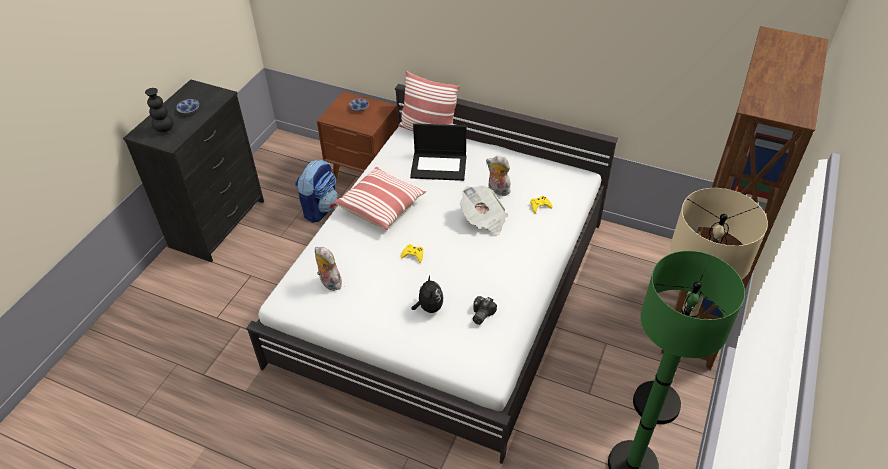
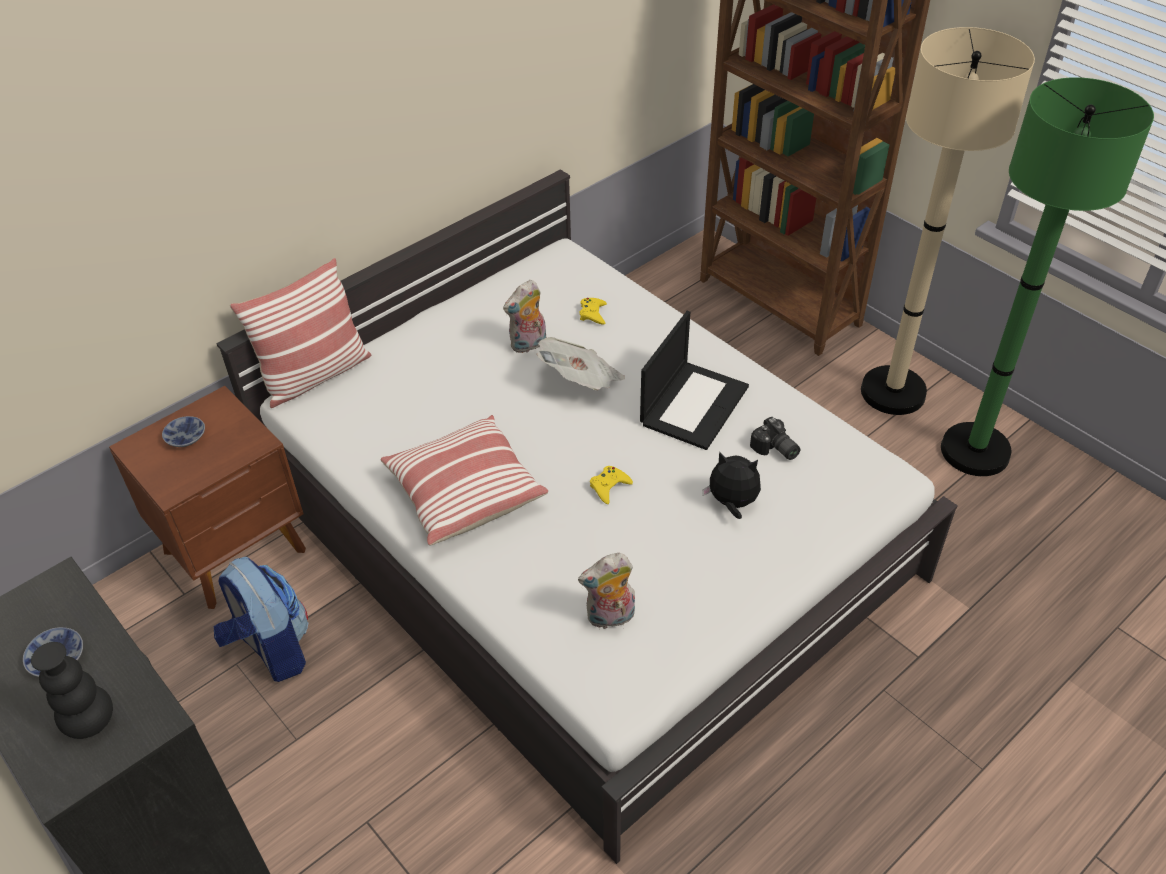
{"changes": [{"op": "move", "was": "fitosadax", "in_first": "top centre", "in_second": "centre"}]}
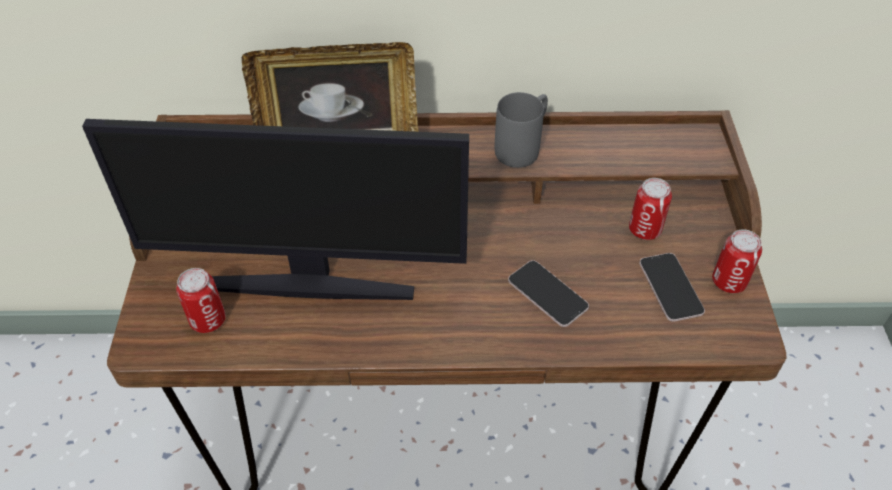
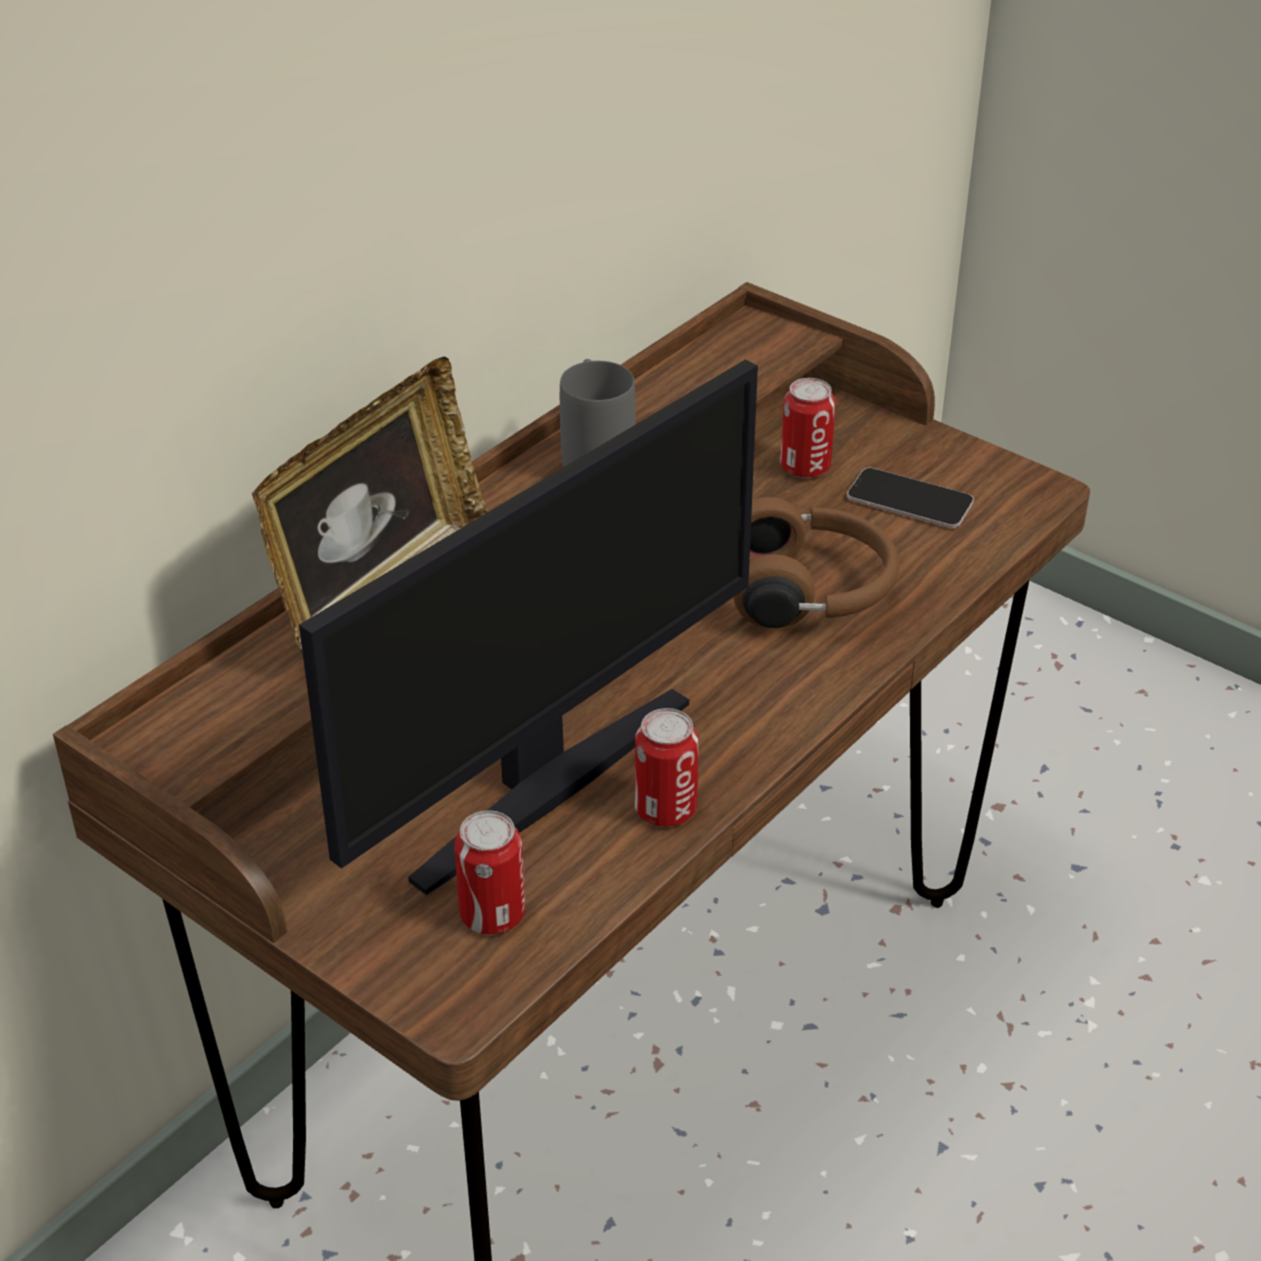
{"changes": [{"op": "replace", "was": "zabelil (1st from left)", "now": "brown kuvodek", "in_first": "centre", "in_second": "centre"}, {"op": "move", "was": "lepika (3rd from left in the first image)", "now": "lepika (2nd from left)", "in_first": "middle right", "in_second": "centre"}]}
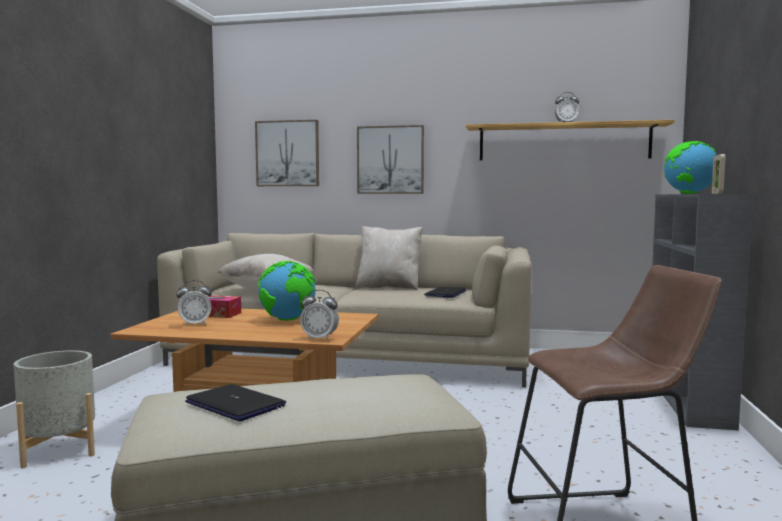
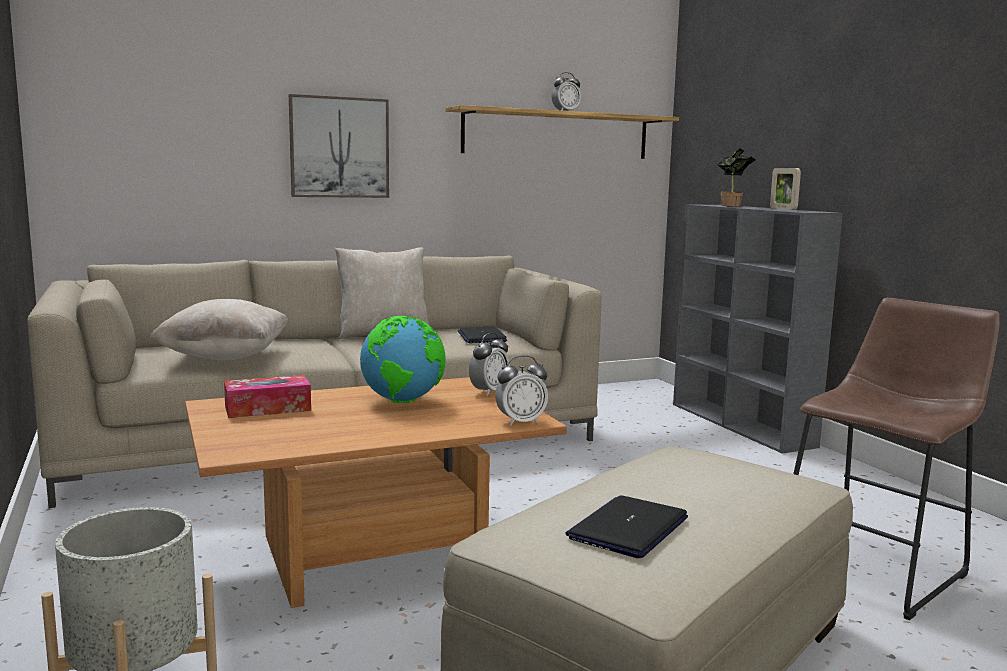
{"changes": [{"op": "move", "was": "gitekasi (1st from left)", "in_first": "middle left", "in_second": "centre"}, {"op": "rotate", "was": "fitosadax (1st from left in the first image)", "in_first": "bottom left", "in_second": "bottom centre", "clockwise": -60}, {"op": "delete", "was": "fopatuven (1st from left)", "in_first": "top centre"}, {"op": "replace", "was": "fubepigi (2nd from left)", "now": "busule", "in_first": "top right", "in_second": "top right"}]}
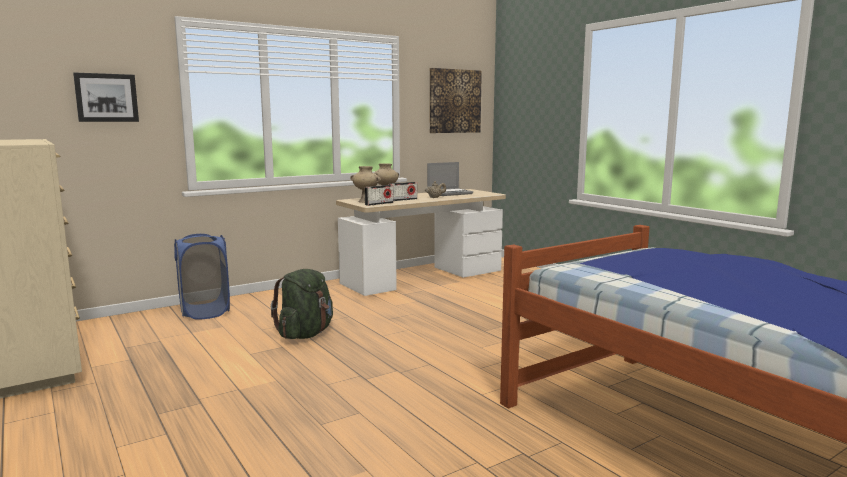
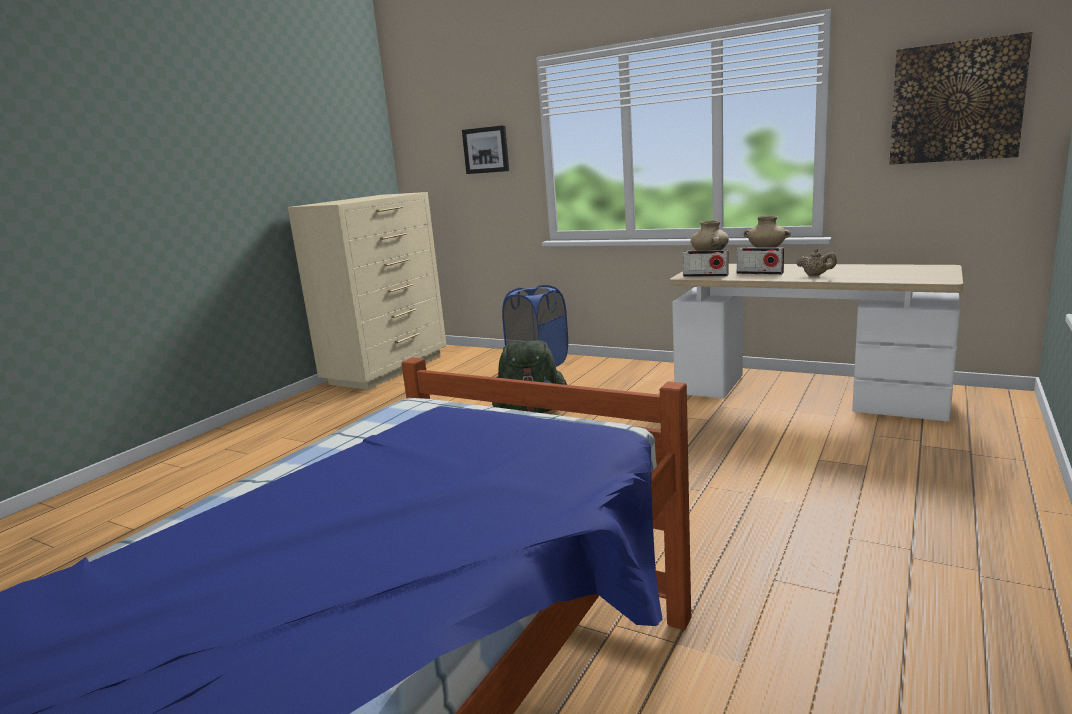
{"changes": [{"op": "delete", "was": "fitosadax", "in_first": "centre"}]}
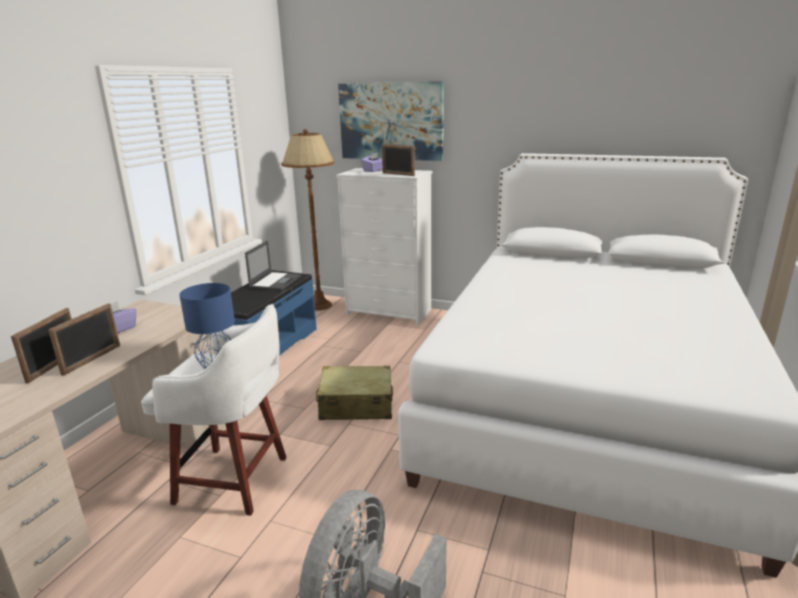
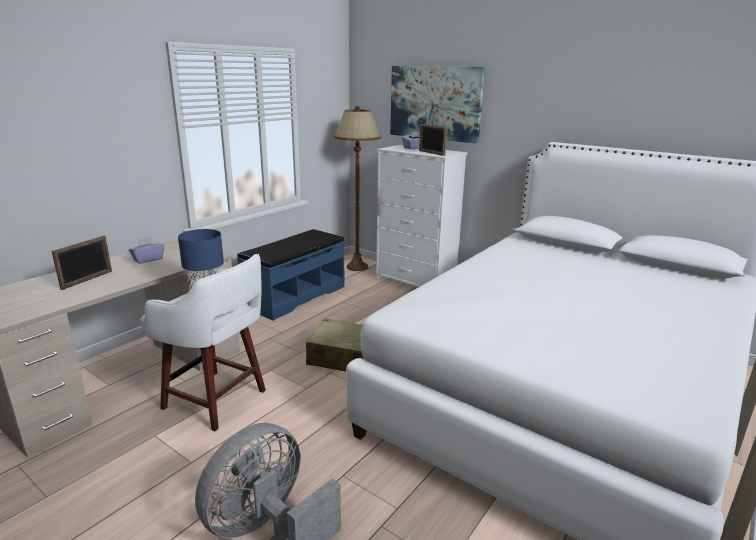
{"changes": [{"op": "delete", "was": "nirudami (2nd from left)", "in_first": "middle left"}, {"op": "delete", "was": "fitosadax", "in_first": "centre"}]}
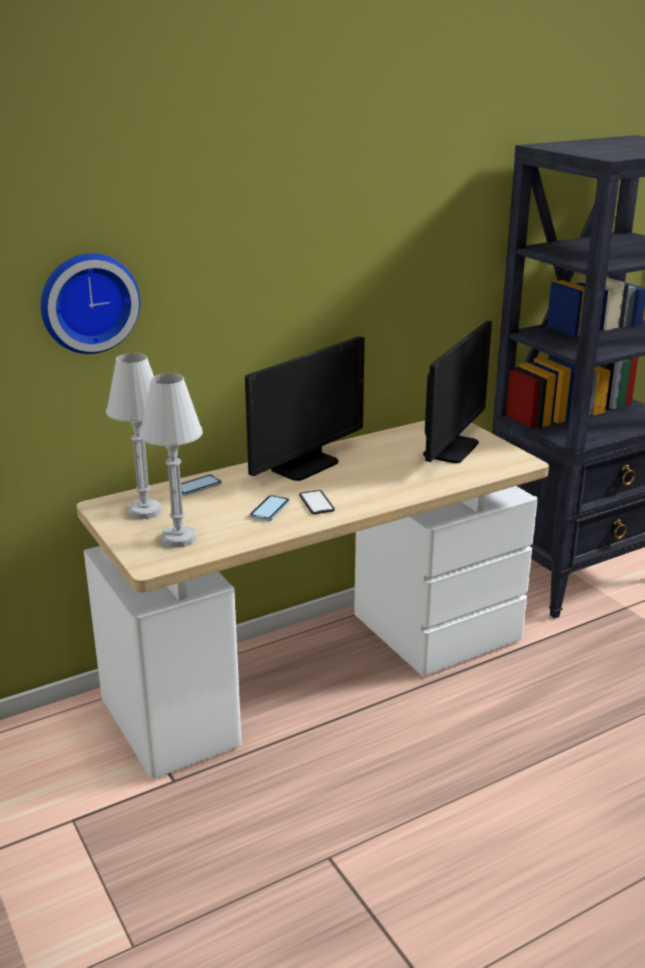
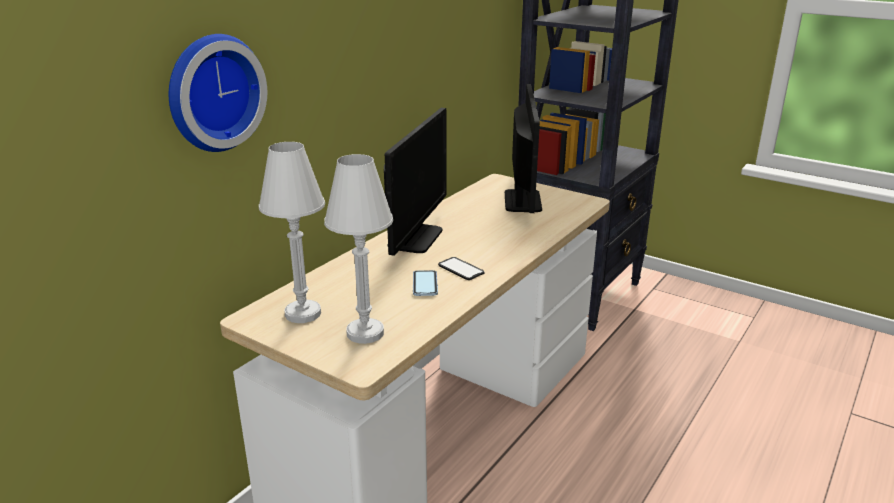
{"changes": [{"op": "delete", "was": "zabelil (1st from left)", "in_first": "middle left"}]}
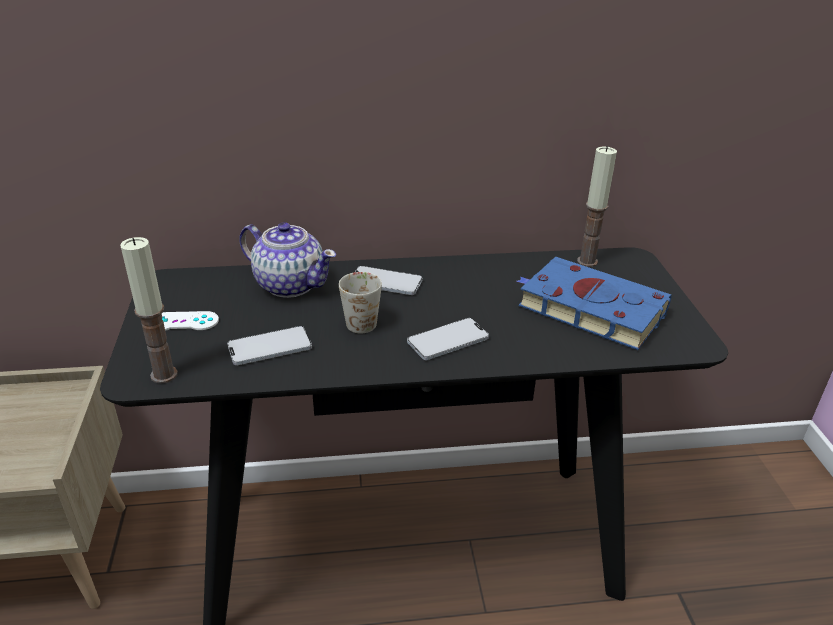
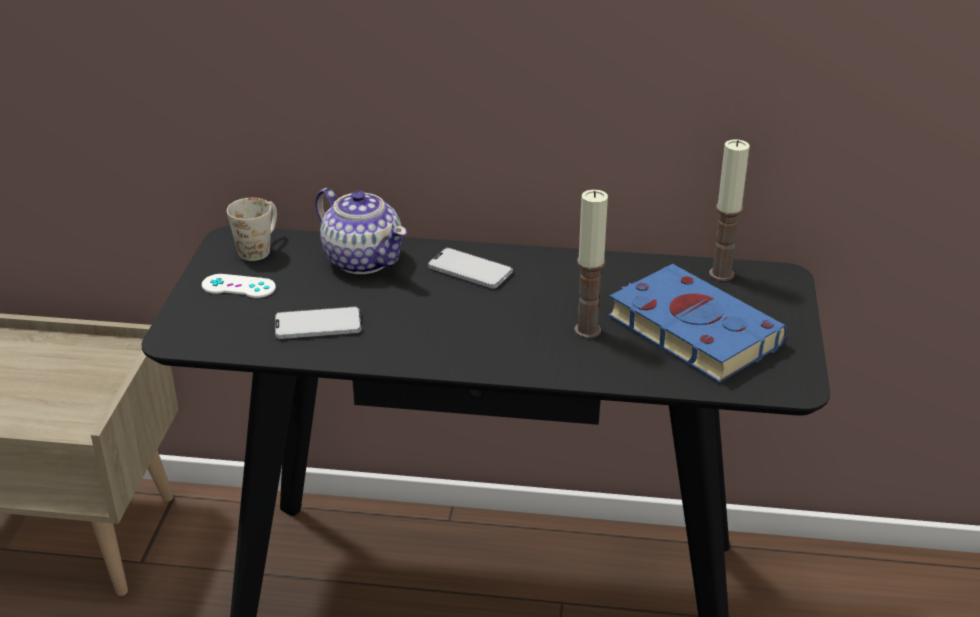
{"changes": [{"op": "move", "was": "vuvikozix (1st from left)", "in_first": "middle left", "in_second": "centre"}, {"op": "move", "was": "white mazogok", "in_first": "centre", "in_second": "middle left"}, {"op": "delete", "was": "zabelil (3rd from left)", "in_first": "centre"}]}
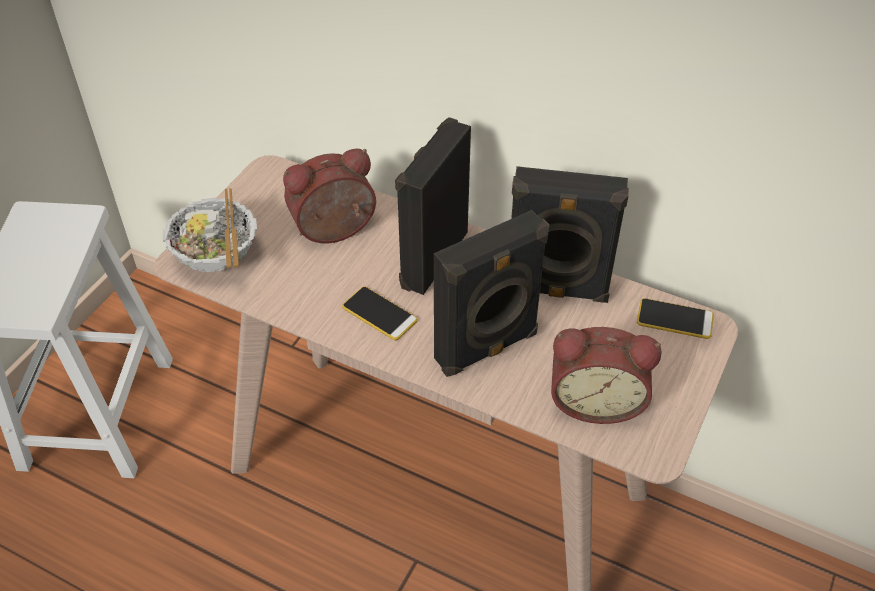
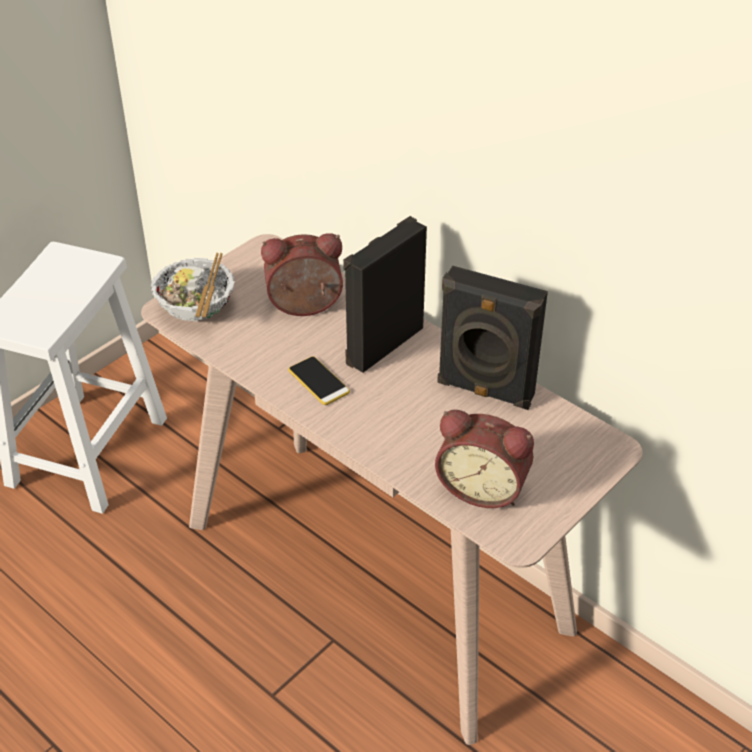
{"changes": [{"op": "delete", "was": "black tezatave (2nd from left)", "in_first": "centre"}, {"op": "delete", "was": "zabelil (2nd from left)", "in_first": "middle right"}]}
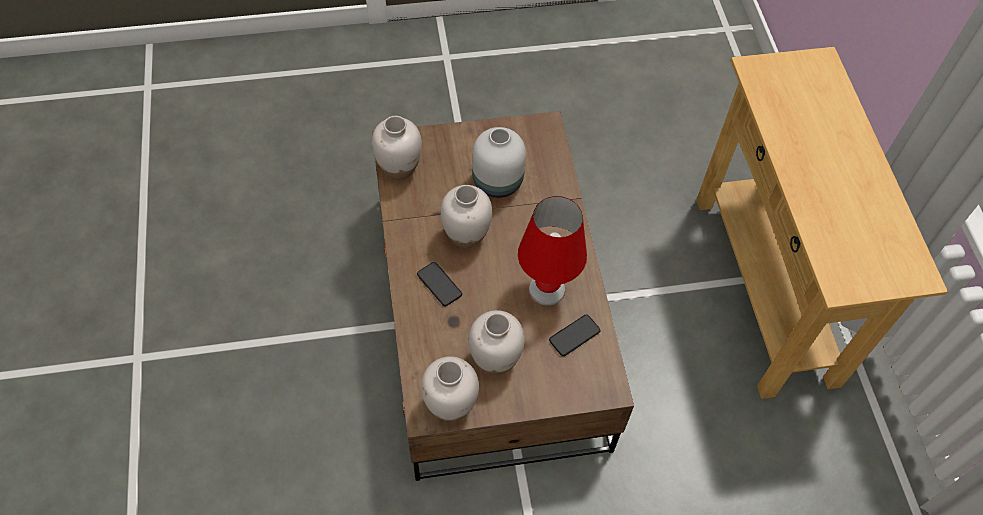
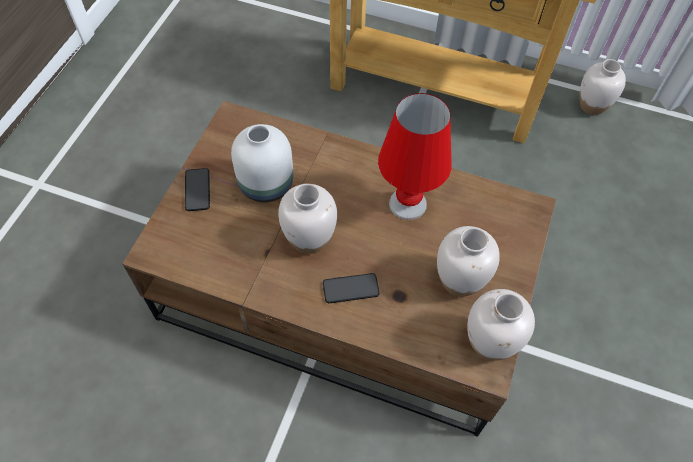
{"changes": [{"op": "move", "was": "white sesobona (1st from left in the first image)", "now": "white sesobona (5th from left)", "in_first": "top centre", "in_second": "top right"}, {"op": "move", "was": "zabelil (2nd from left in the first image)", "now": "zabelil (1st from left)", "in_first": "centre", "in_second": "middle left"}]}
